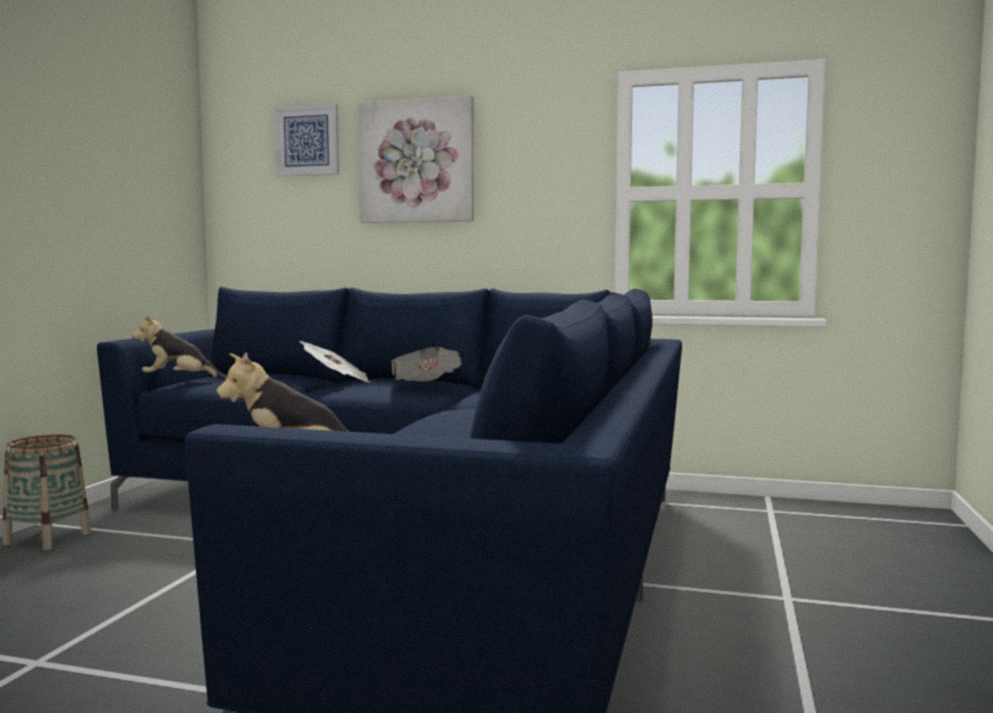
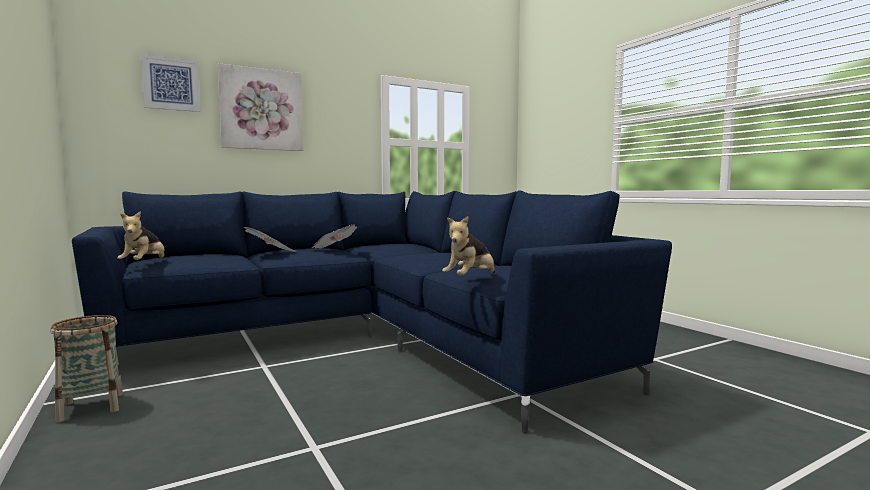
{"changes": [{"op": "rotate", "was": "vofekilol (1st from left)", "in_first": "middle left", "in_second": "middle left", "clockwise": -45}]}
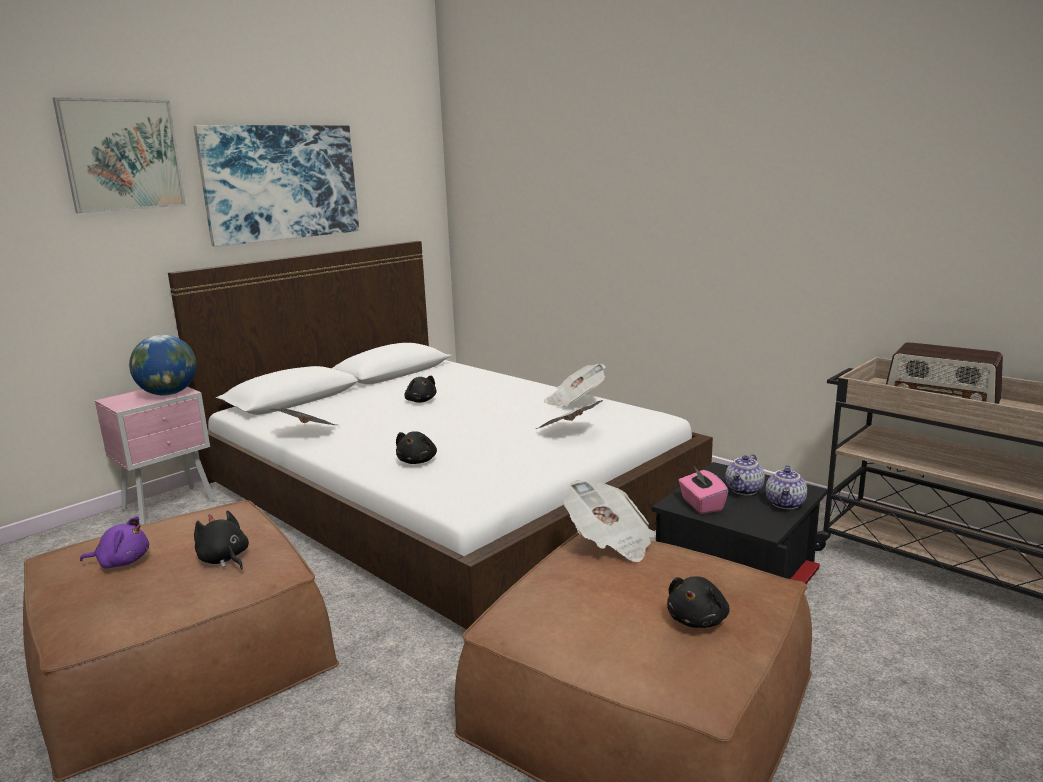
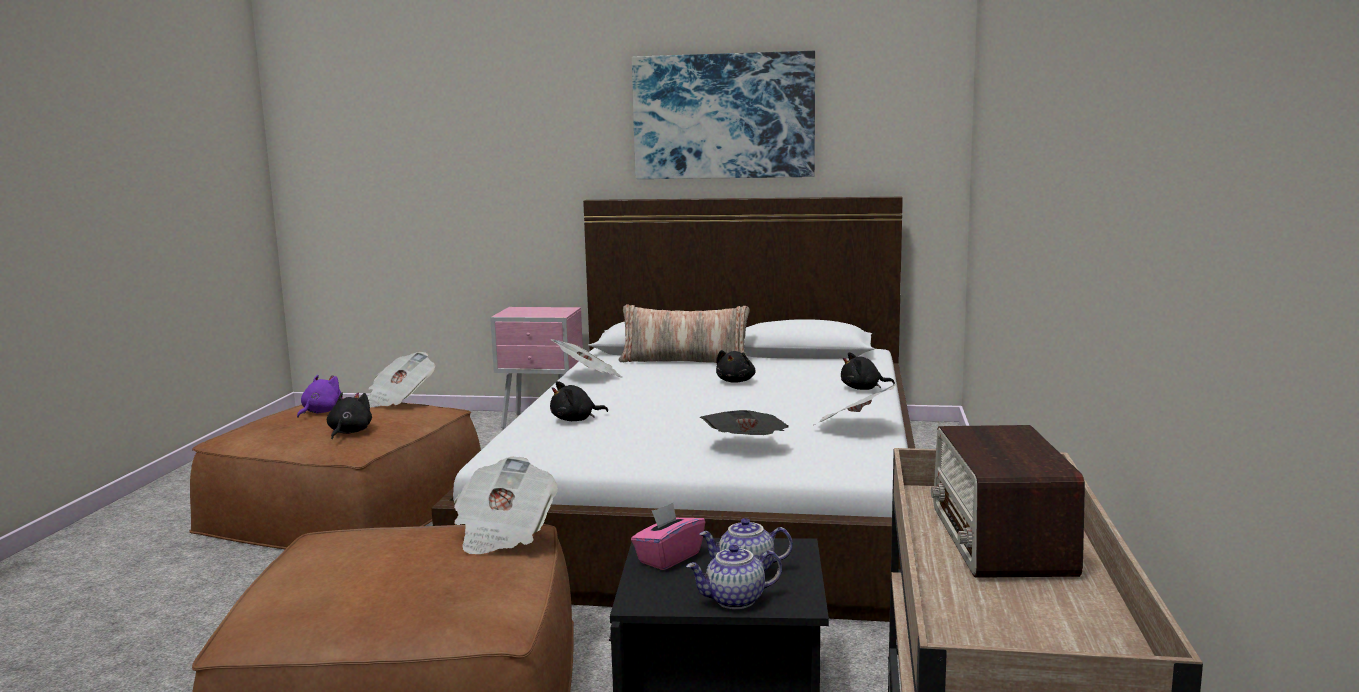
{"changes": [{"op": "delete", "was": "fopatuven (1st from left)", "in_first": "top left"}, {"op": "rotate", "was": "purple vofekilol", "in_first": "bottom left", "in_second": "middle left", "clockwise": -120}, {"op": "delete", "was": "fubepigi", "in_first": "middle left"}, {"op": "move", "was": "black vofekilol (4th from left)", "in_first": "bottom right", "in_second": "centre"}, {"op": "insert", "now": "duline (1st from left)", "in_second": "middle left"}, {"op": "insert", "now": "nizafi", "in_second": "centre"}]}
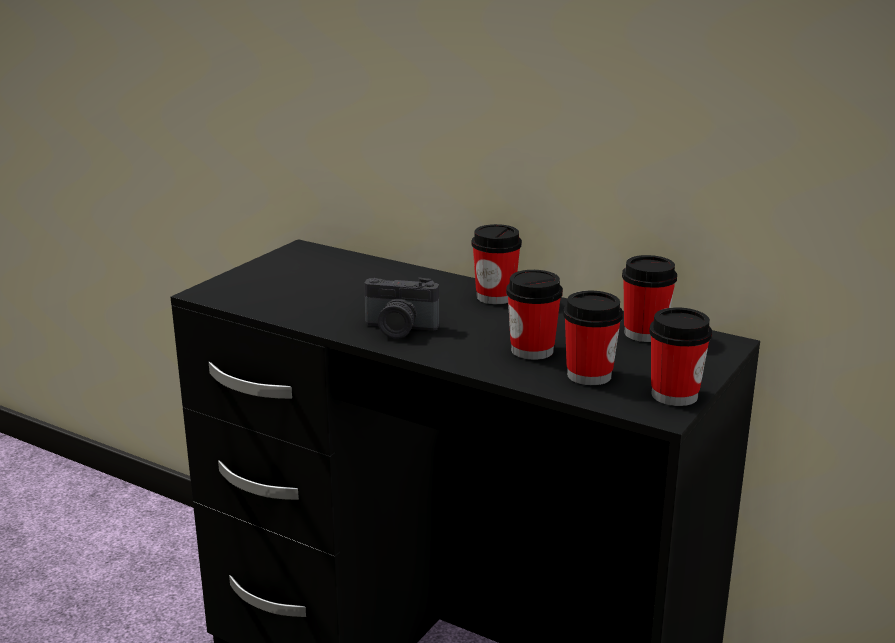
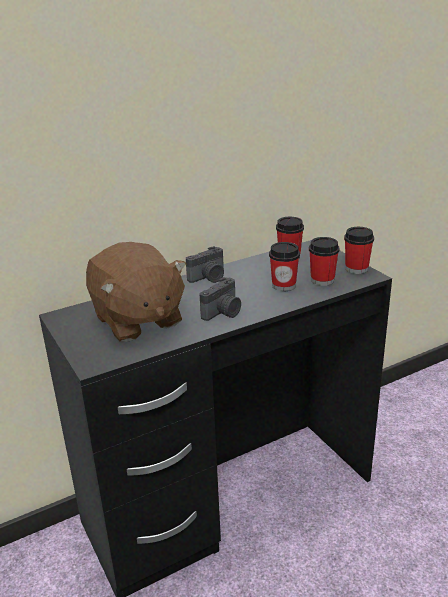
{"changes": [{"op": "replace", "was": "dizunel (1st from left)", "now": "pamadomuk (1st from left)", "in_first": "centre", "in_second": "centre"}, {"op": "insert", "now": "brown vofekilol", "in_second": "middle left"}]}
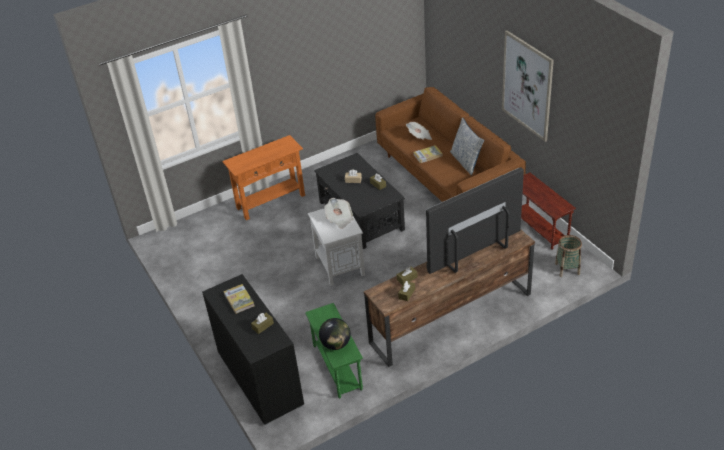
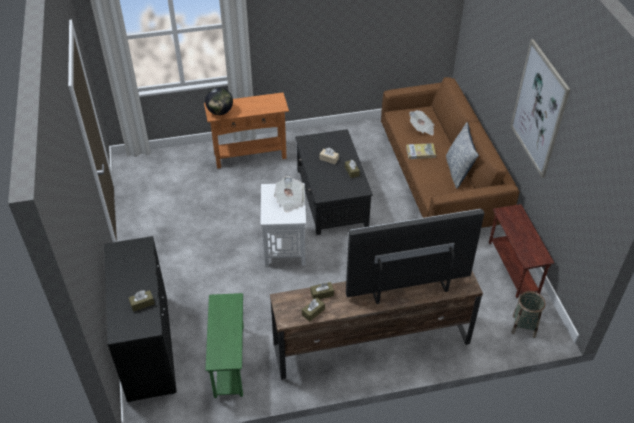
{"changes": [{"op": "delete", "was": "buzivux (1st from left)", "in_first": "middle left"}, {"op": "move", "was": "fubepigi", "in_first": "bottom centre", "in_second": "top centre"}]}
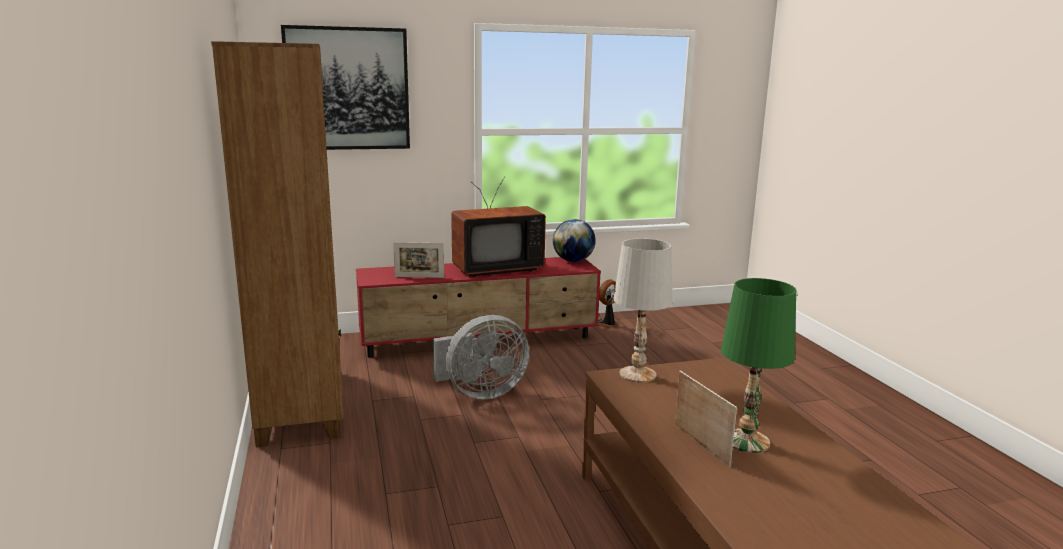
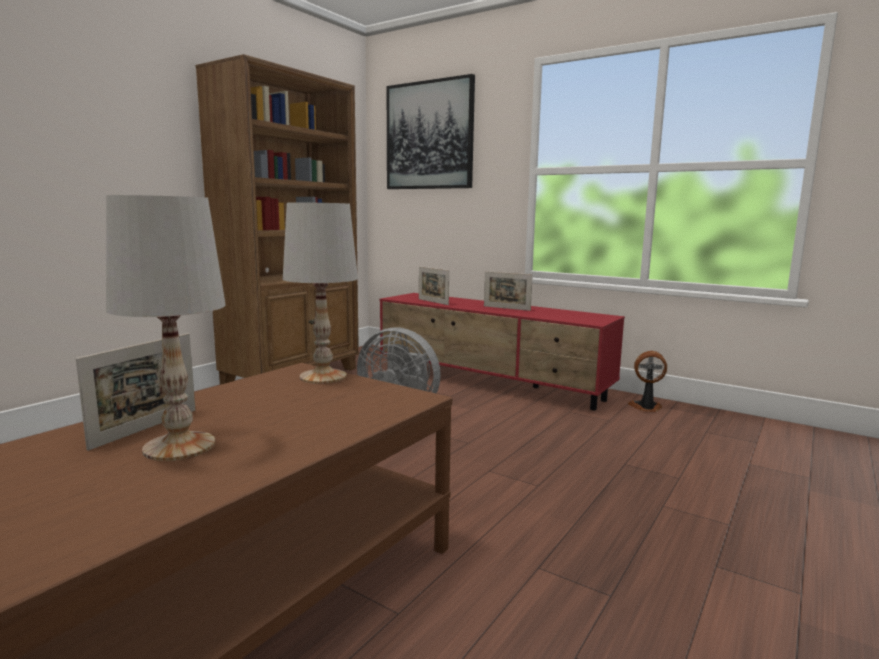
{"changes": [{"op": "replace", "was": "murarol", "now": "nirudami (3rd from left)", "in_first": "centre", "in_second": "centre"}, {"op": "delete", "was": "fubepigi", "in_first": "centre"}, {"op": "recolor", "was": "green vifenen", "now": "white vifenen (1st from left)", "in_first": "middle right", "in_second": "middle left"}]}
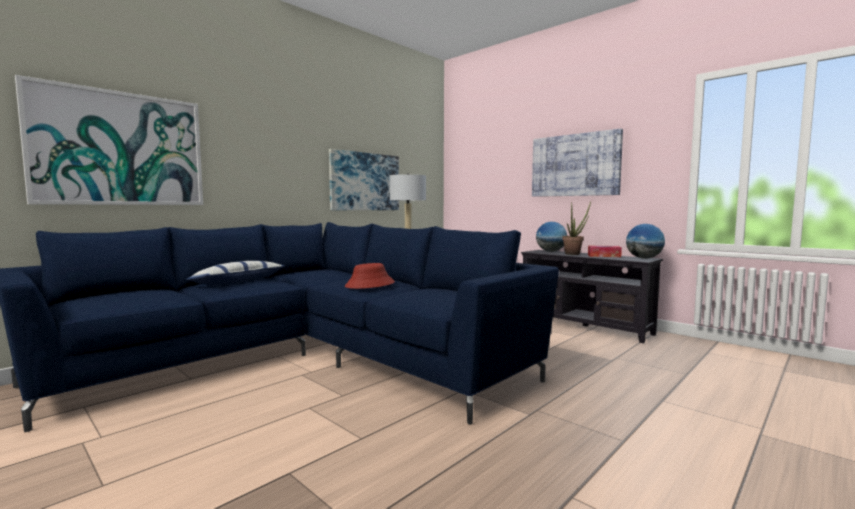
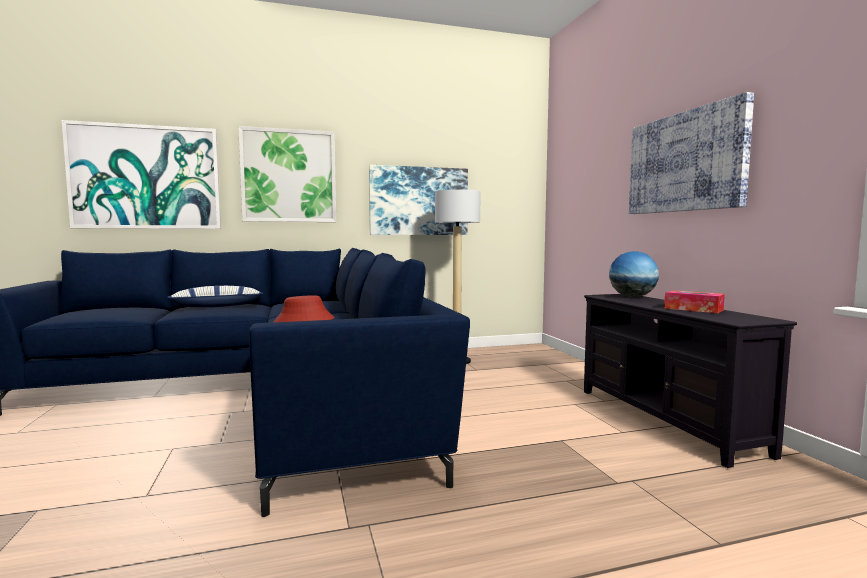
{"changes": [{"op": "delete", "was": "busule", "in_first": "middle right"}, {"op": "delete", "was": "fubepigi (2nd from left)", "in_first": "middle right"}, {"op": "insert", "now": "fopatuven (2nd from left)", "in_second": "top left"}]}
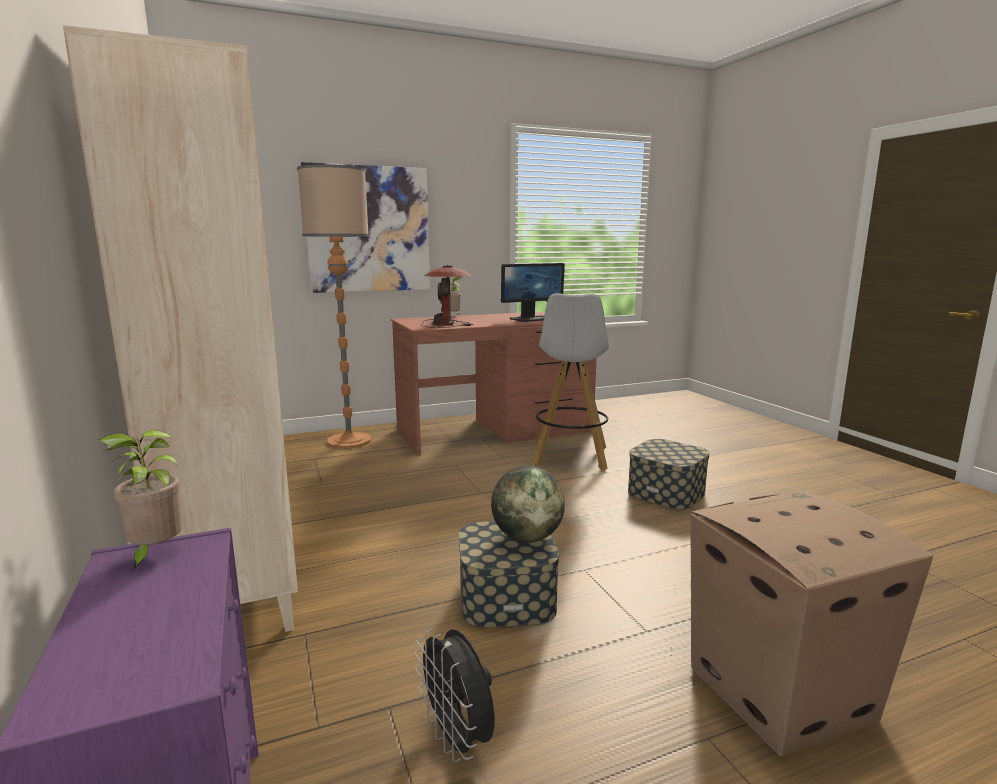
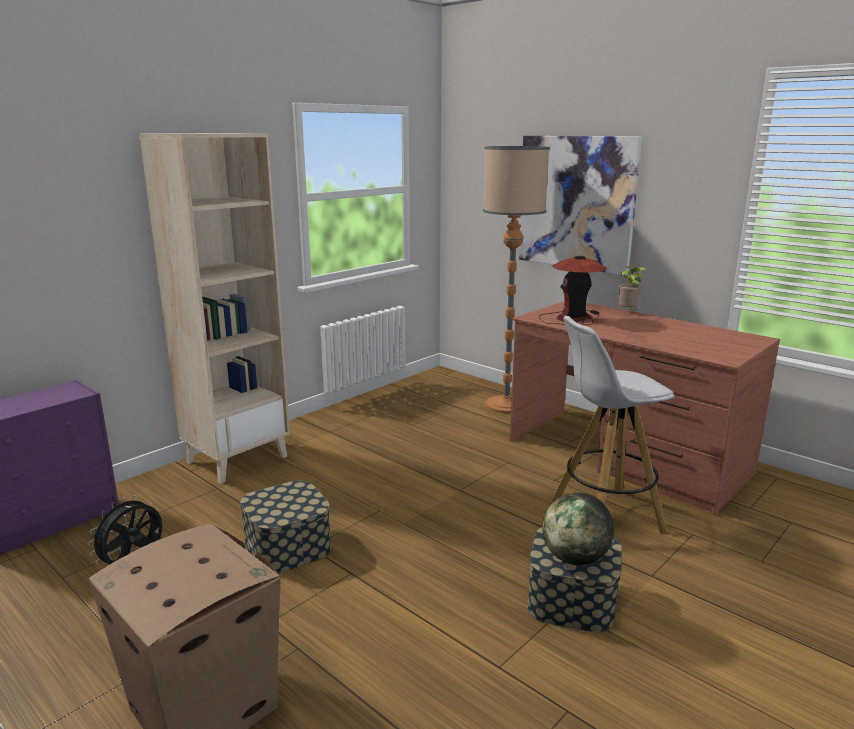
{"changes": [{"op": "delete", "was": "busule (1st from left)", "in_first": "middle left"}, {"op": "move", "was": "fubepigi", "in_first": "centre", "in_second": "bottom right"}, {"op": "delete", "was": "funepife", "in_first": "centre"}]}
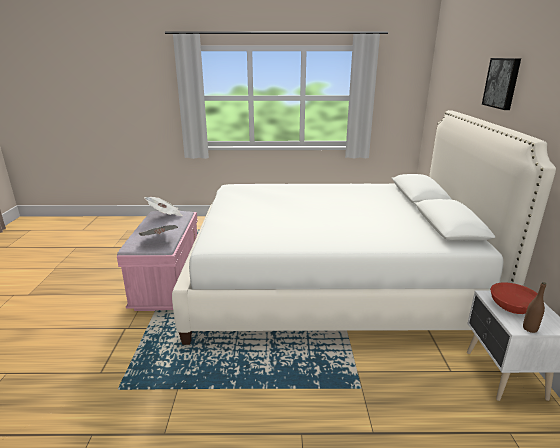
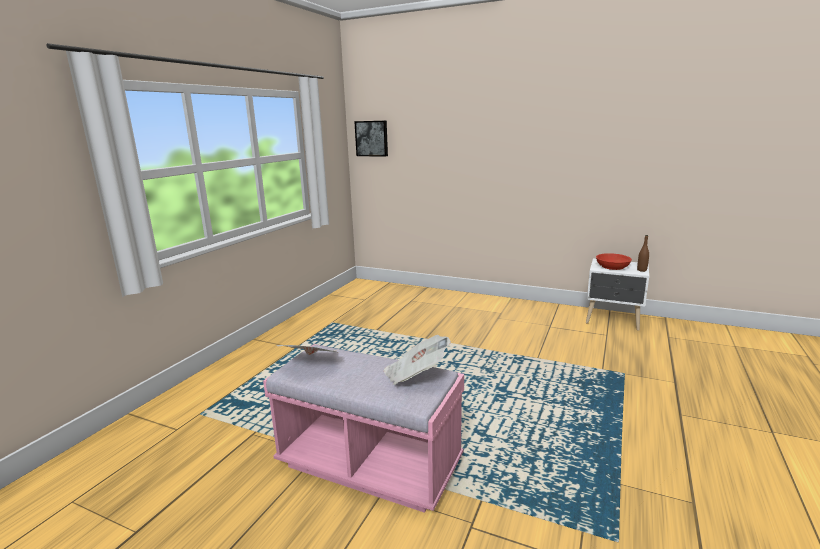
{"changes": [{"op": "delete", "was": "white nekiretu", "in_first": "centre"}, {"op": "move", "was": "fopatuven", "in_first": "top right", "in_second": "top centre"}]}
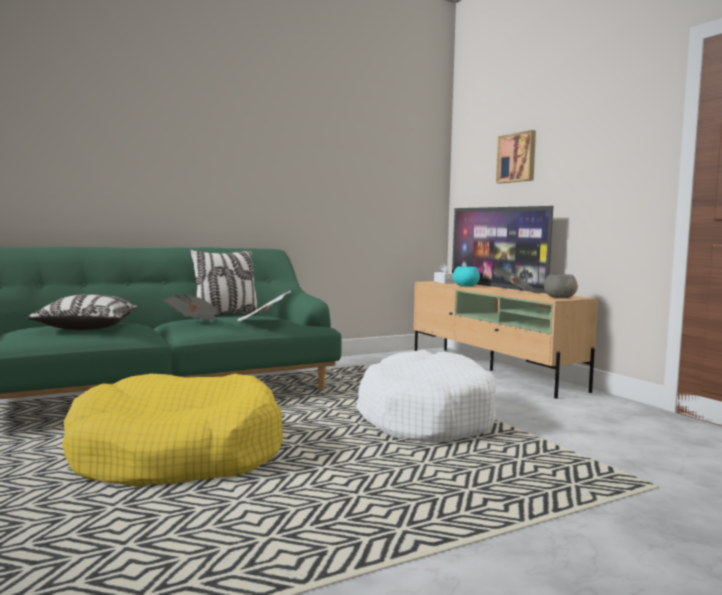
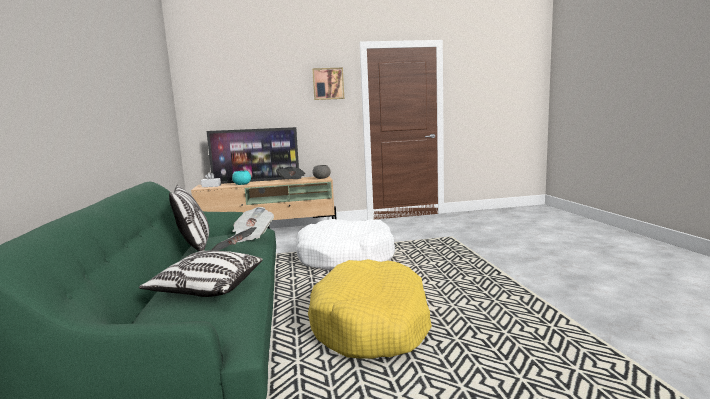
{"changes": [{"op": "move", "was": "fopatuven", "in_first": "top right", "in_second": "top centre"}]}
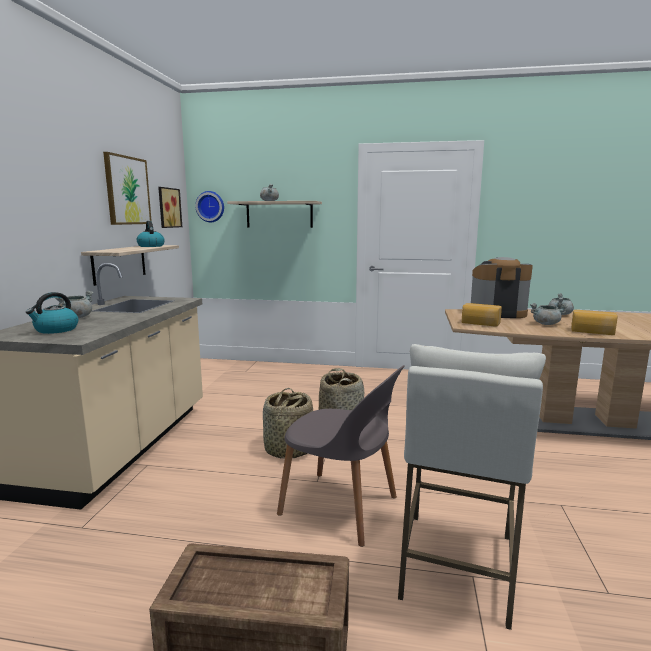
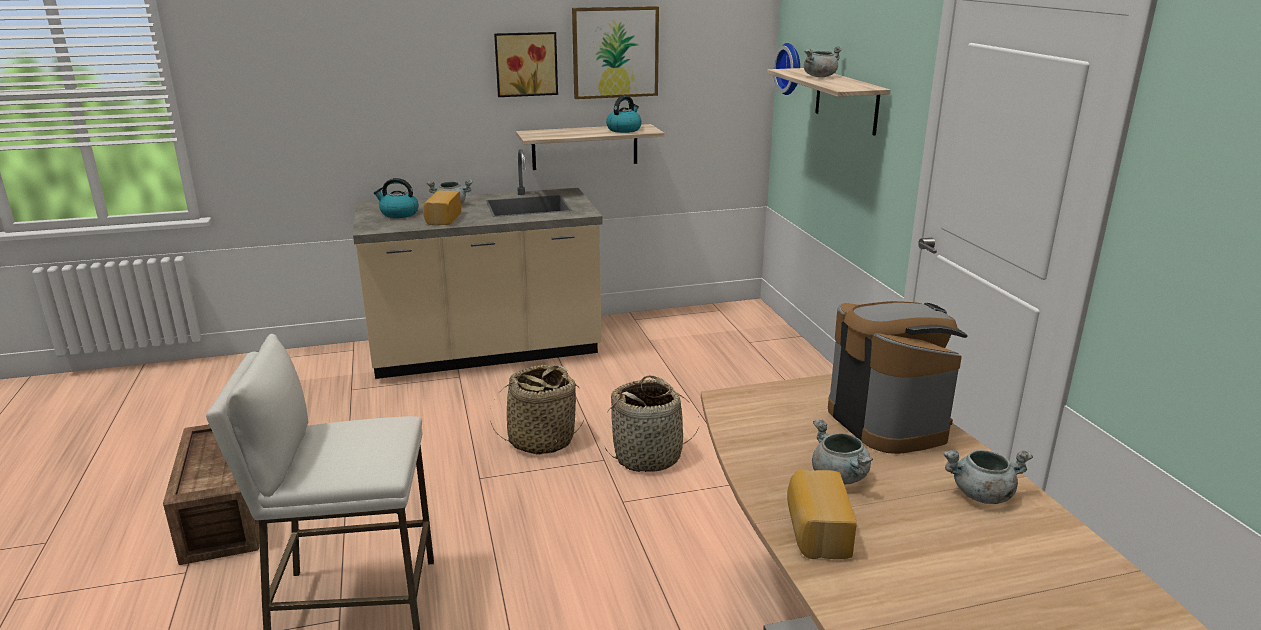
{"changes": [{"op": "move", "was": "fopatuven (2nd from left in the first image)", "now": "fopatuven (1st from left)", "in_first": "top left", "in_second": "top centre"}, {"op": "delete", "was": "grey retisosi", "in_first": "bottom centre"}, {"op": "move", "was": "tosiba (1st from left)", "in_first": "middle right", "in_second": "top centre"}]}
